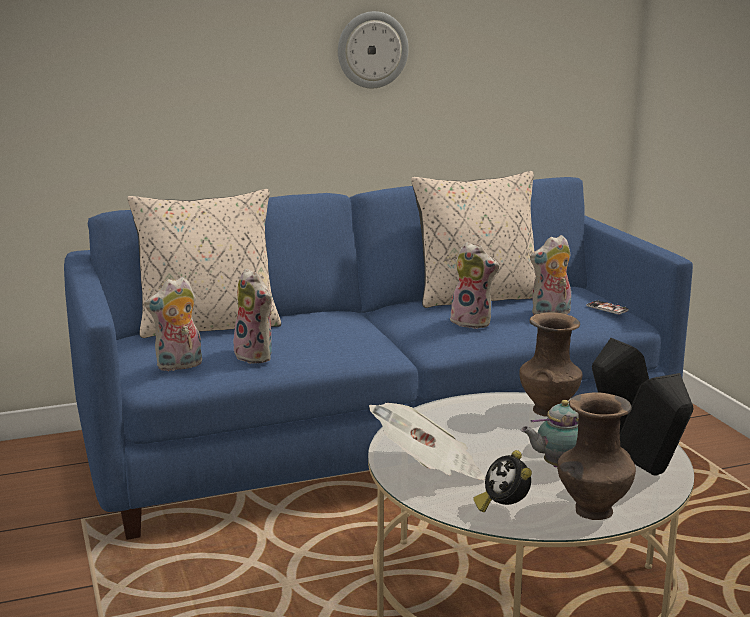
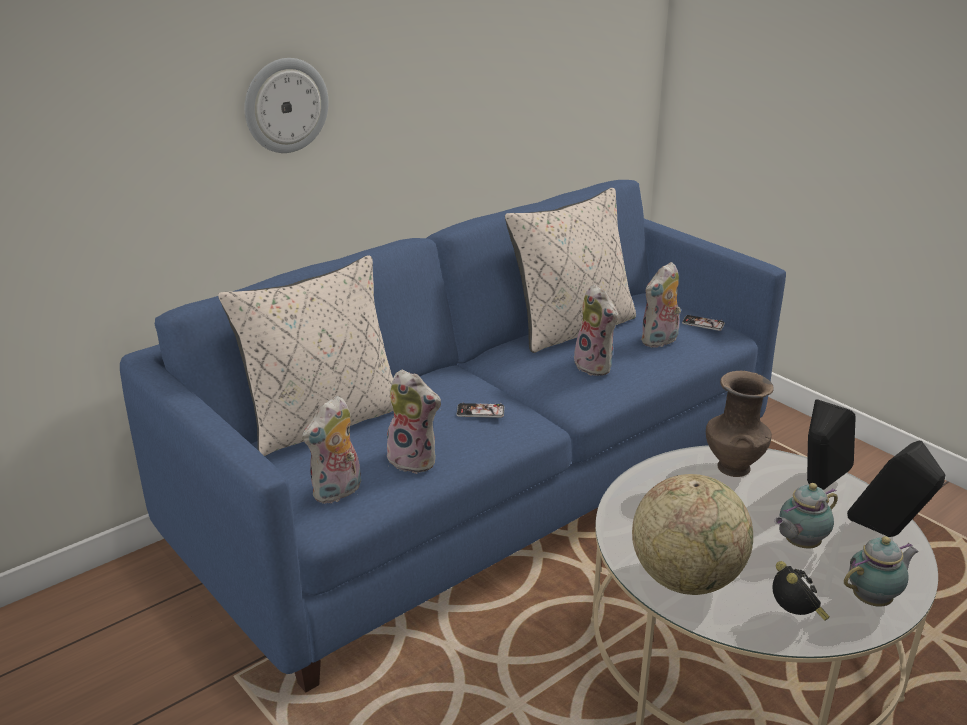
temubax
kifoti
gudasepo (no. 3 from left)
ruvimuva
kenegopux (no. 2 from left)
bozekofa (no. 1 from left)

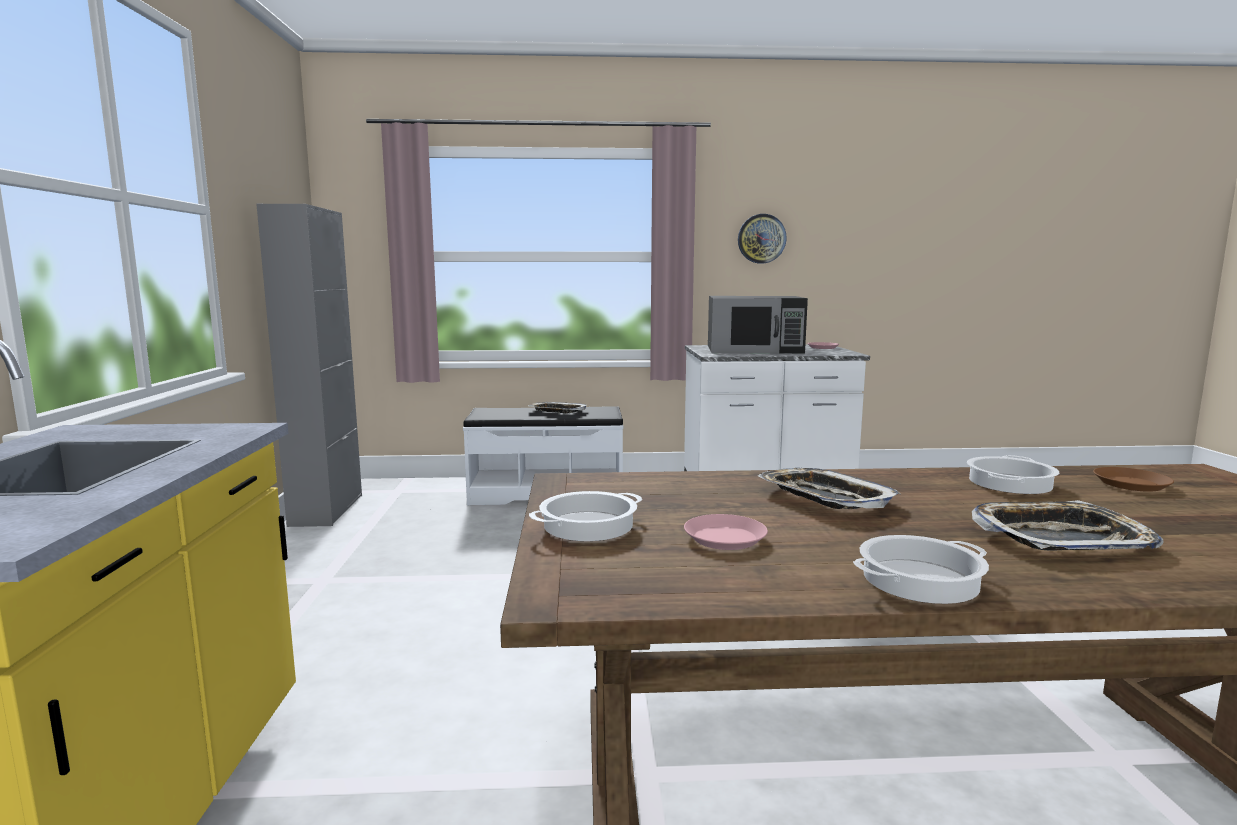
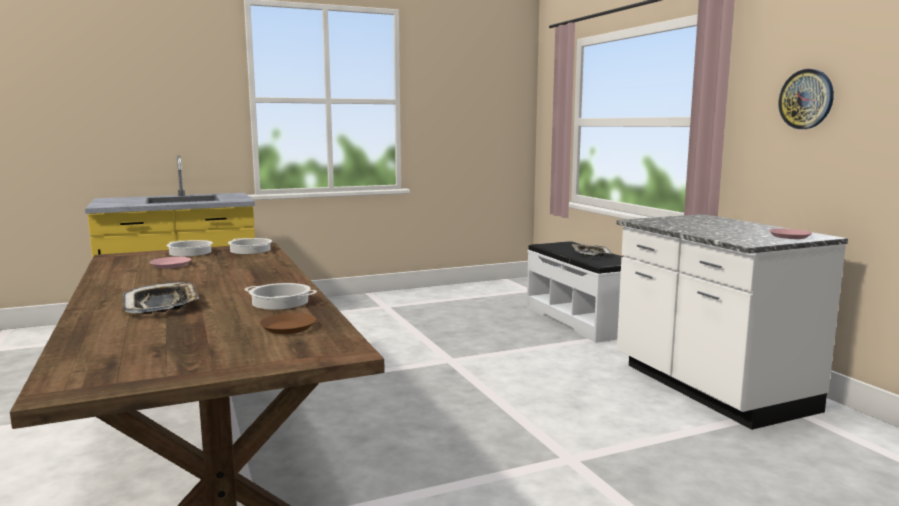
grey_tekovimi
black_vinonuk
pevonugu (no. 2 from left in the first image)
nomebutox (no. 2 from left)

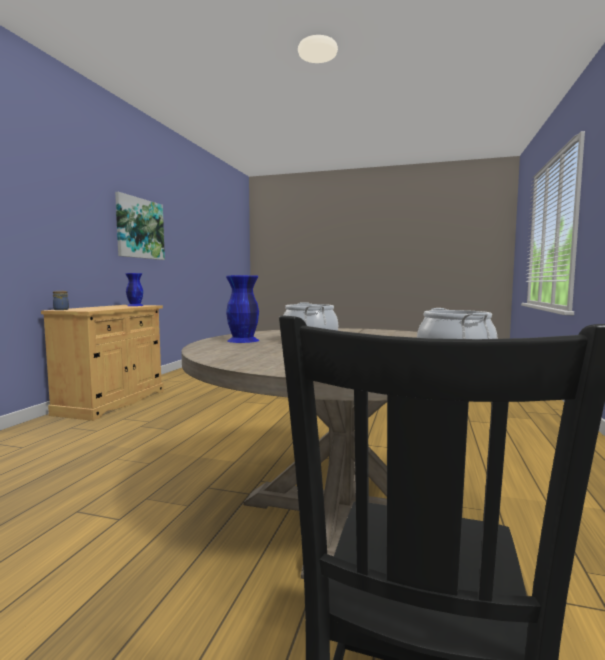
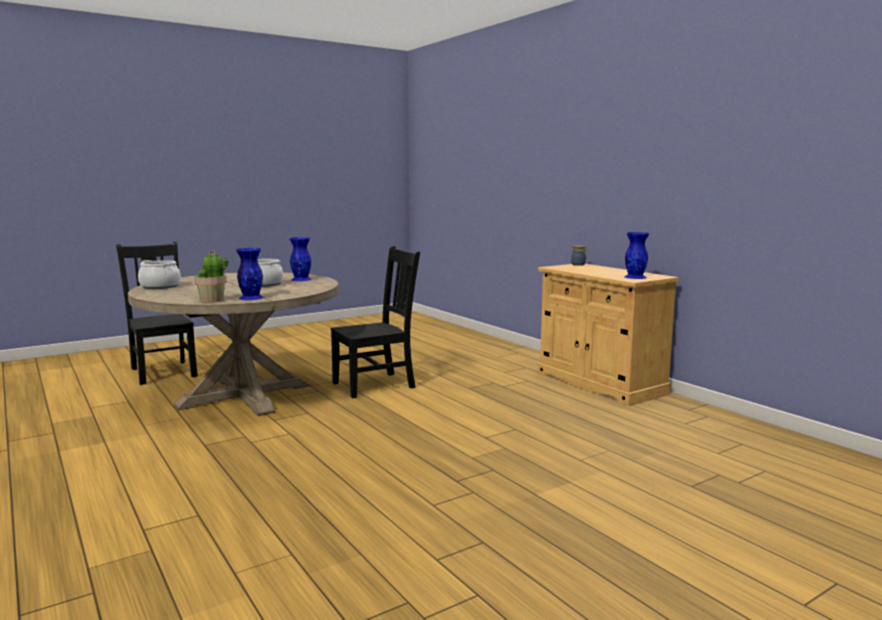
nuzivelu
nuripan
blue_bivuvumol (no. 1 from left)
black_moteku (no. 2 from left)

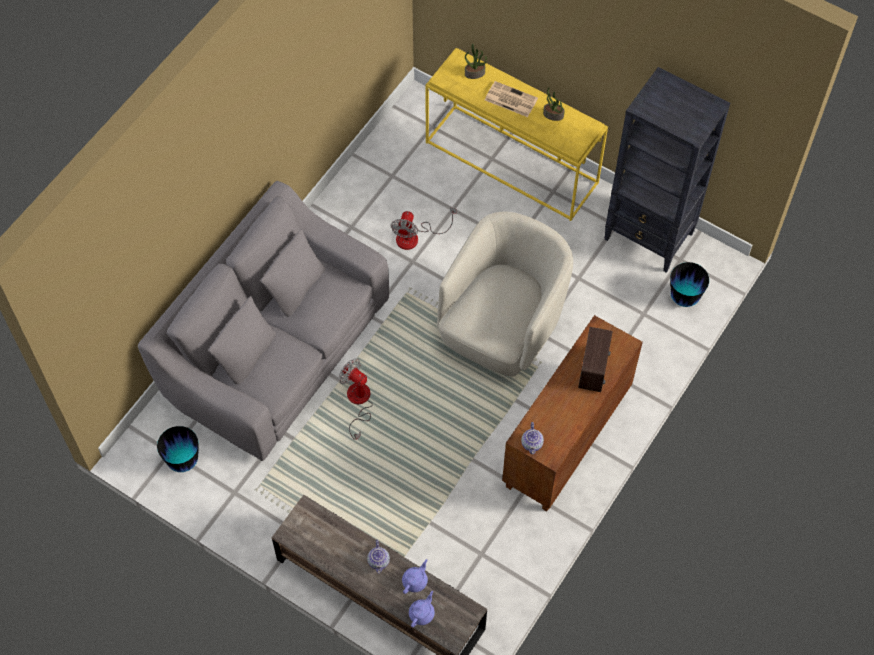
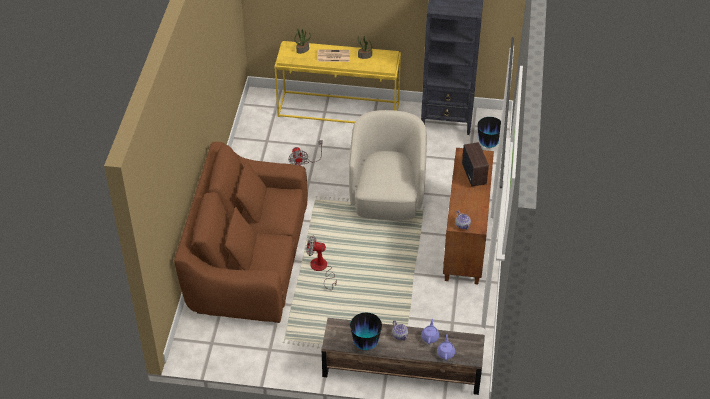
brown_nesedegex
bivuvumol (no. 1 from left)

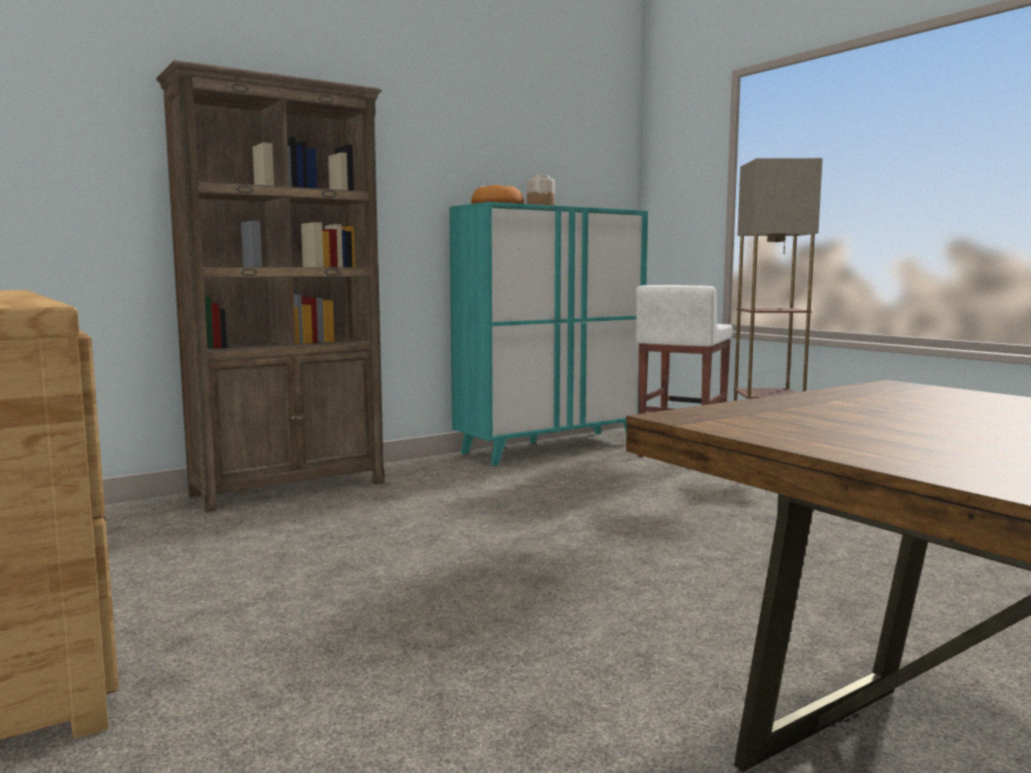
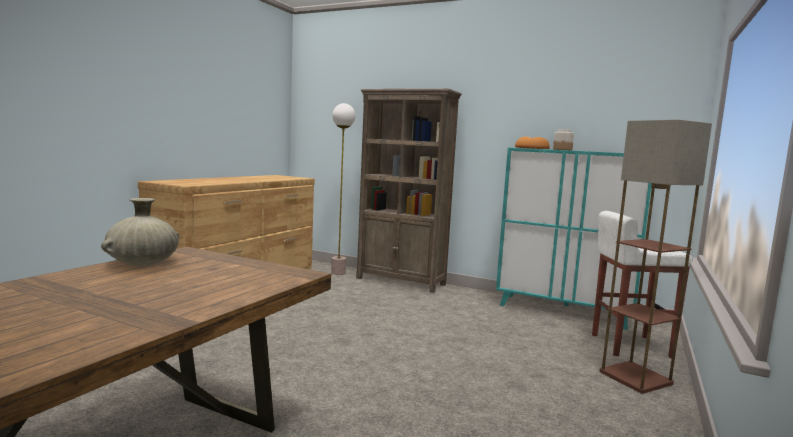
beige_bivuvumol
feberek (no. 1 from left)

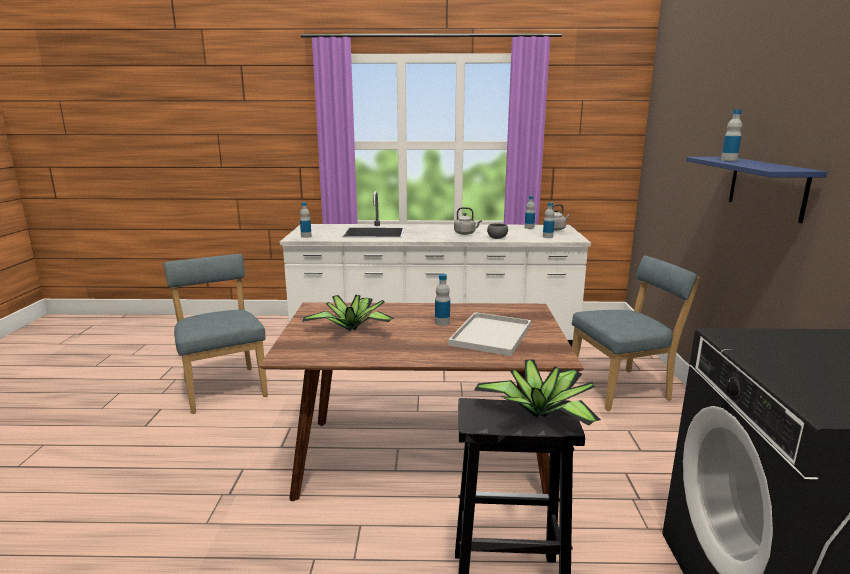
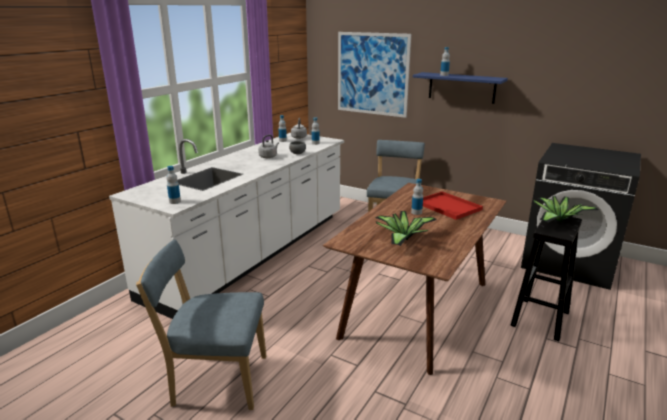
red_pevonugu
nuzivelu

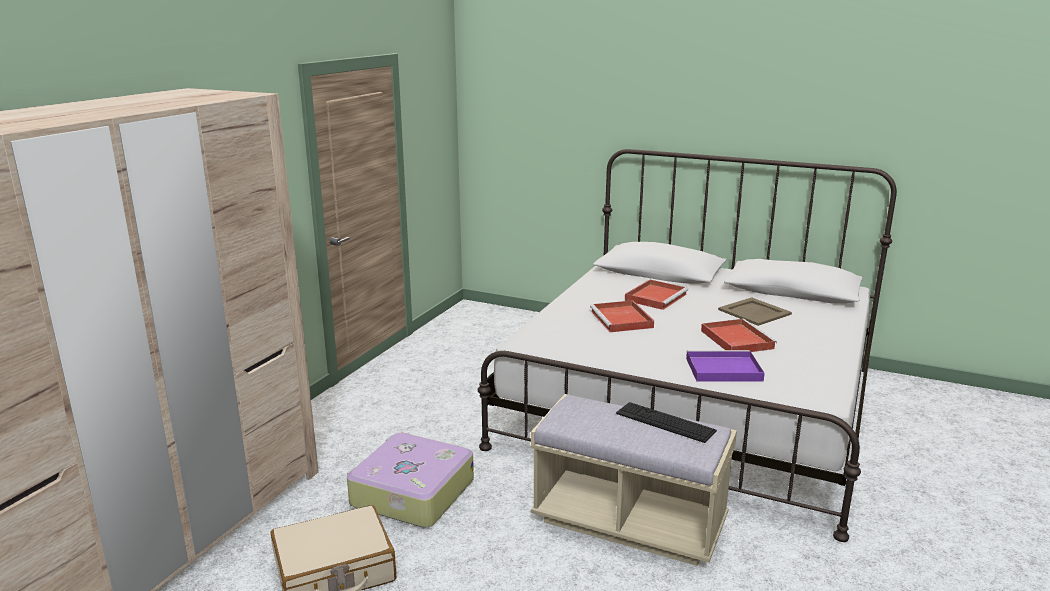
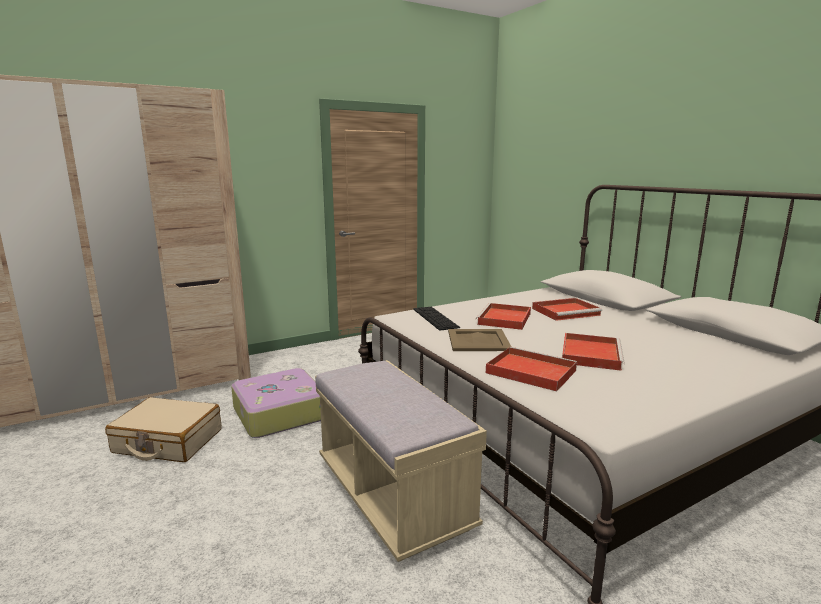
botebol
red_pevonugu (no. 2 from left)
beige_pevonugu

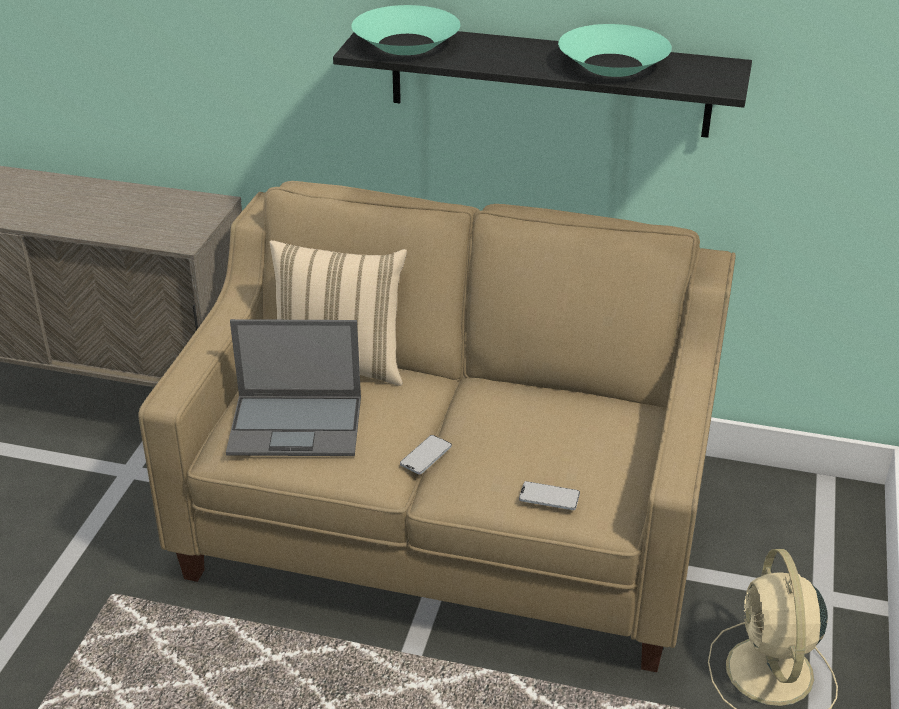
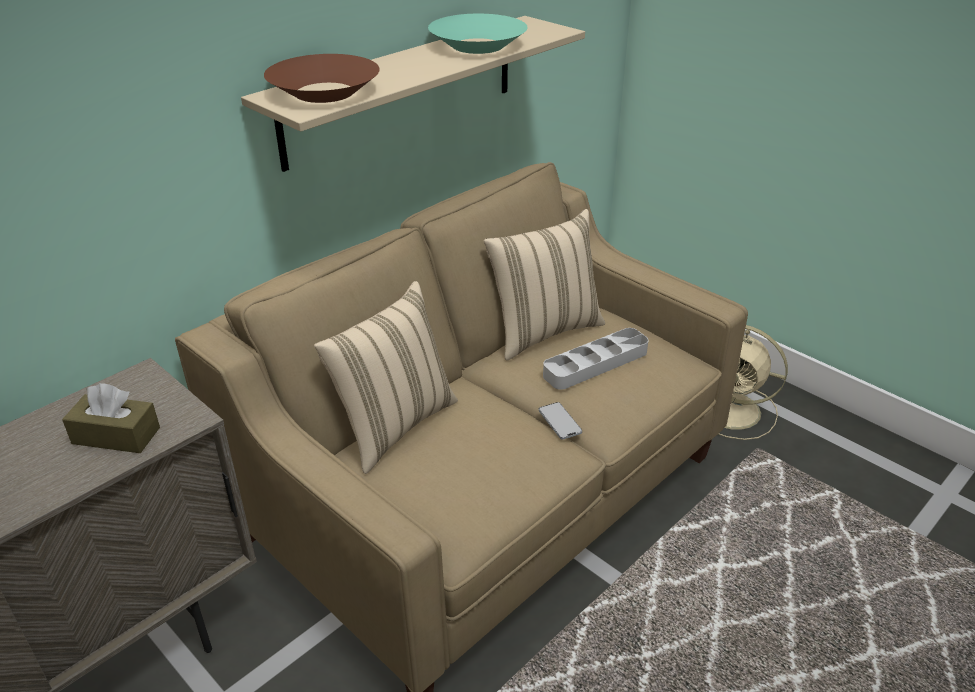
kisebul
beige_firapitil
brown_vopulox
bozekofa (no. 2 from left in the first image)
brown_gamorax
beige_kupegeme (no. 2 from left)
grey_pevonugu

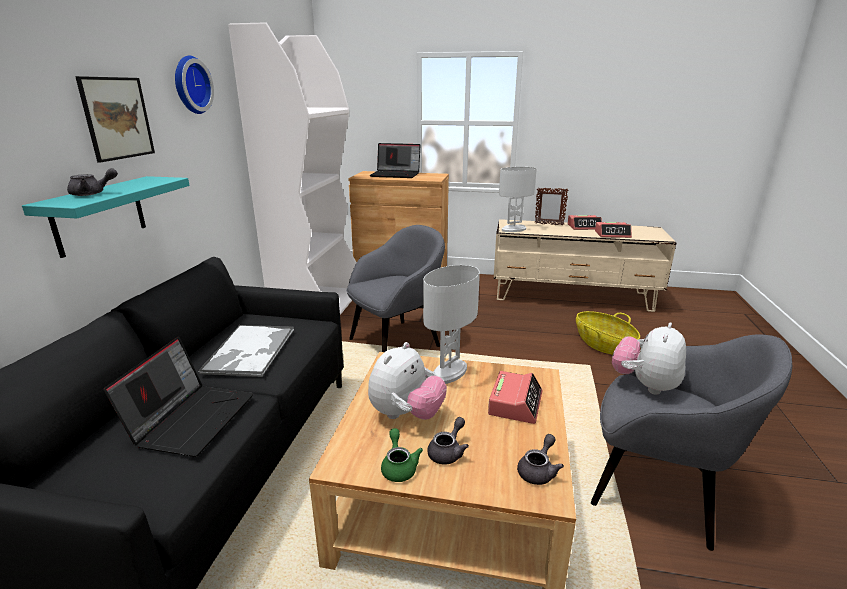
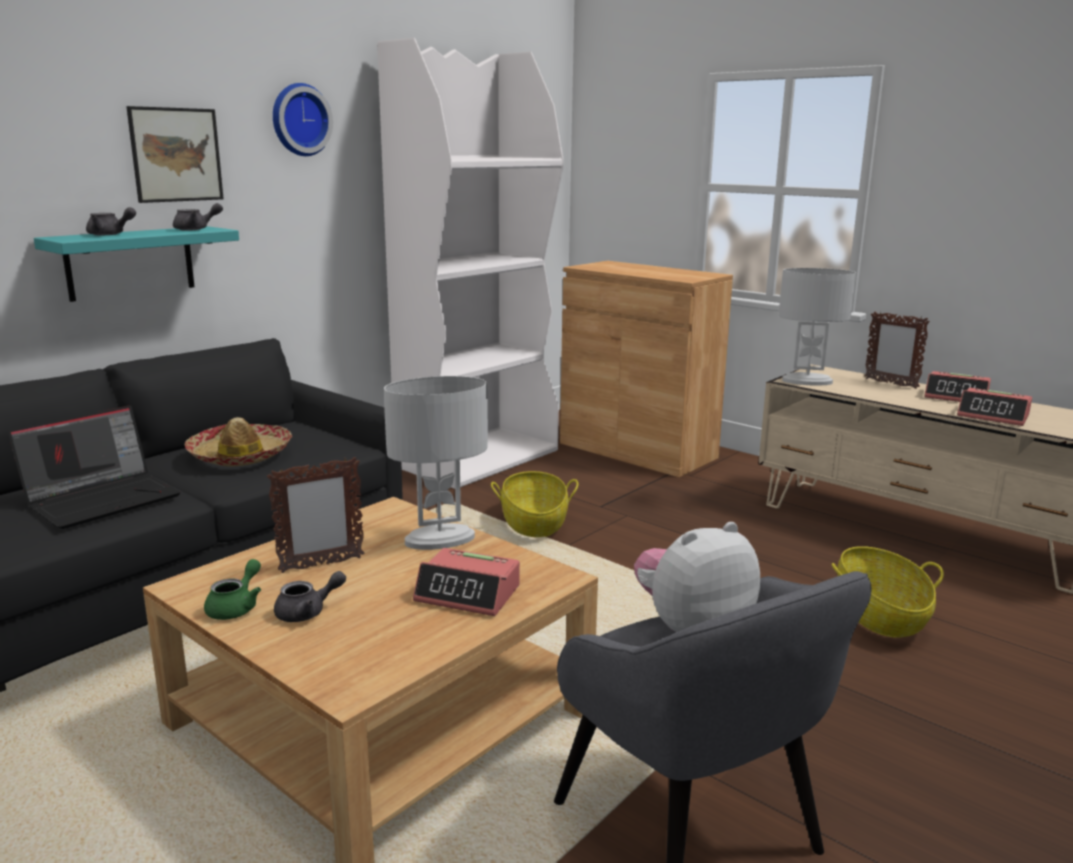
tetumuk
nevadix (no. 1 from left)
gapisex (no. 1 from left)
kisebul (no. 2 from left in the first image)
ruvimuva (no. 1 from left)
grey_kenegopux (no. 2 from left)

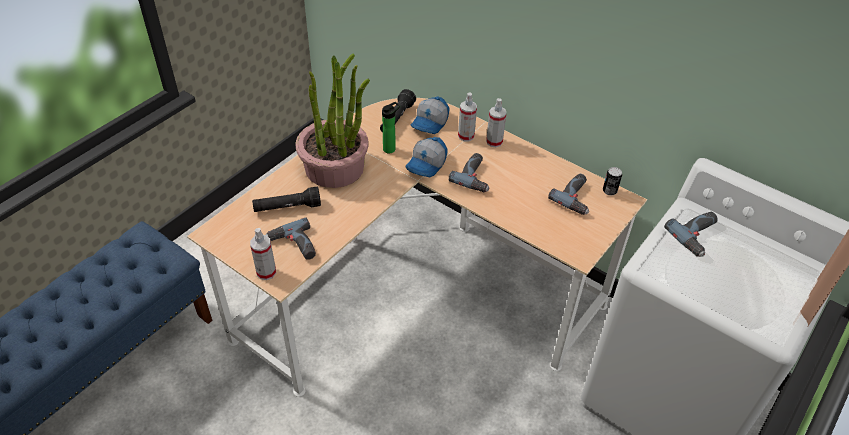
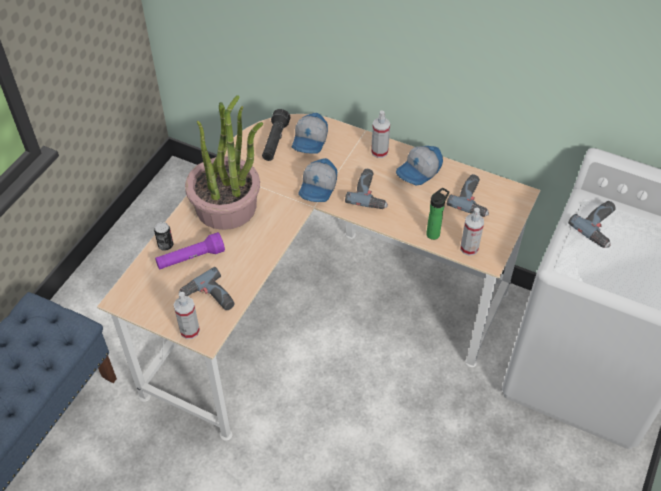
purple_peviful
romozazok
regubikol (no. 3 from left)
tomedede
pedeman (no. 3 from left)

